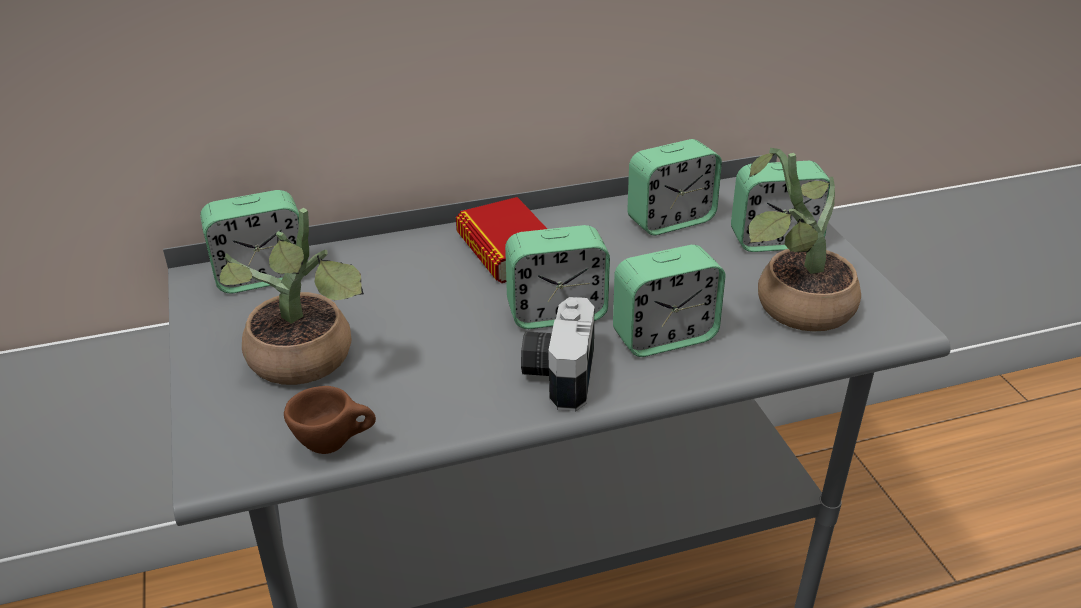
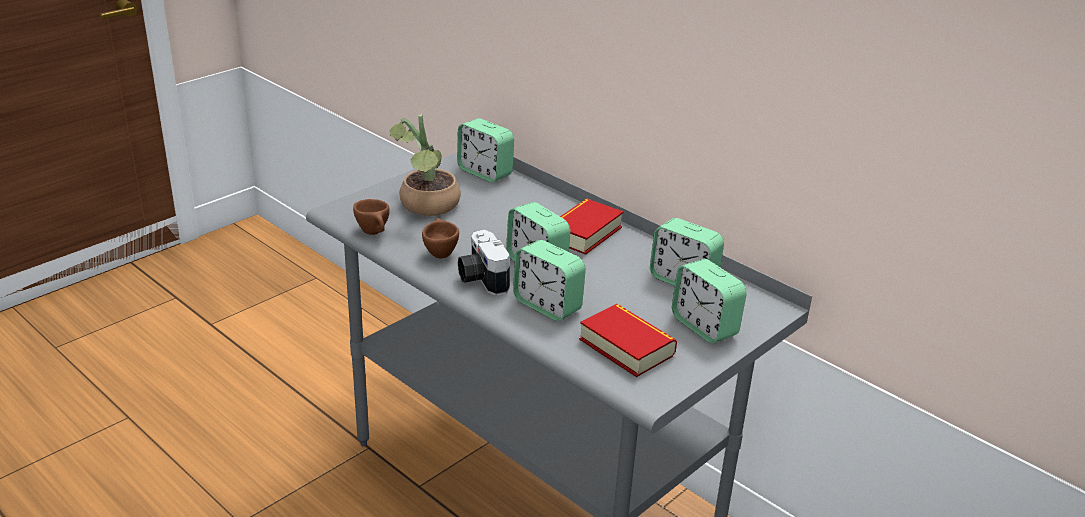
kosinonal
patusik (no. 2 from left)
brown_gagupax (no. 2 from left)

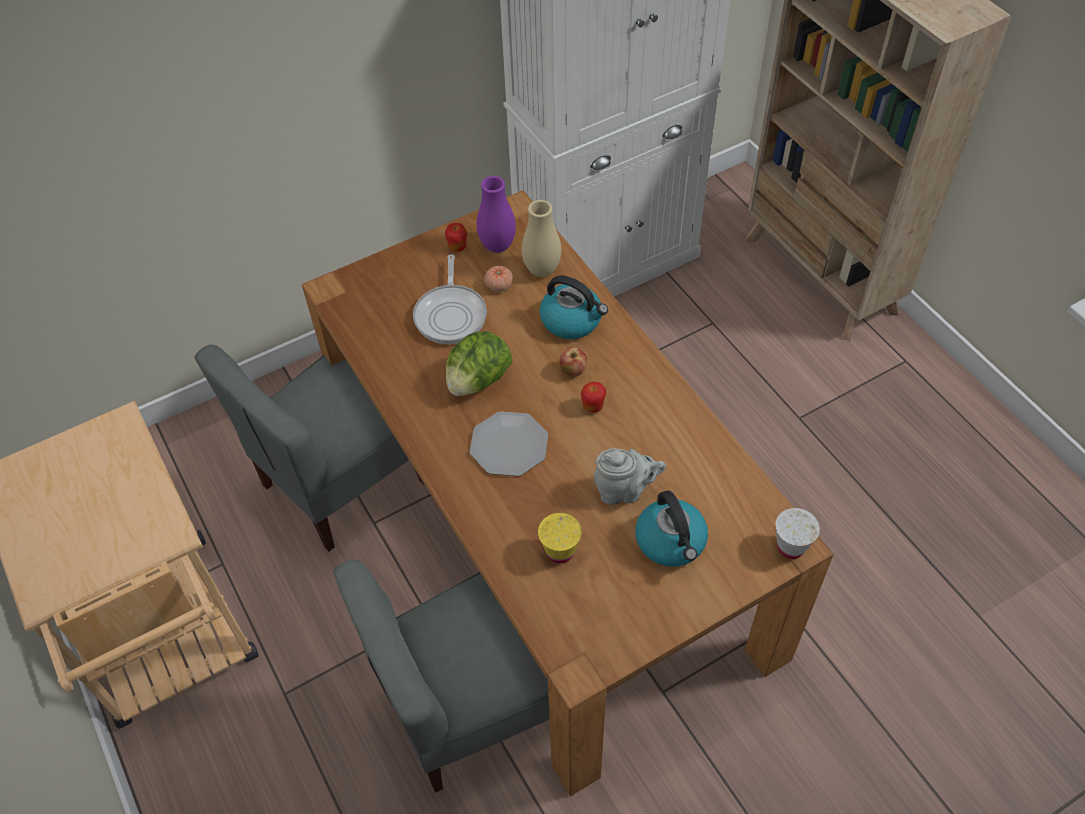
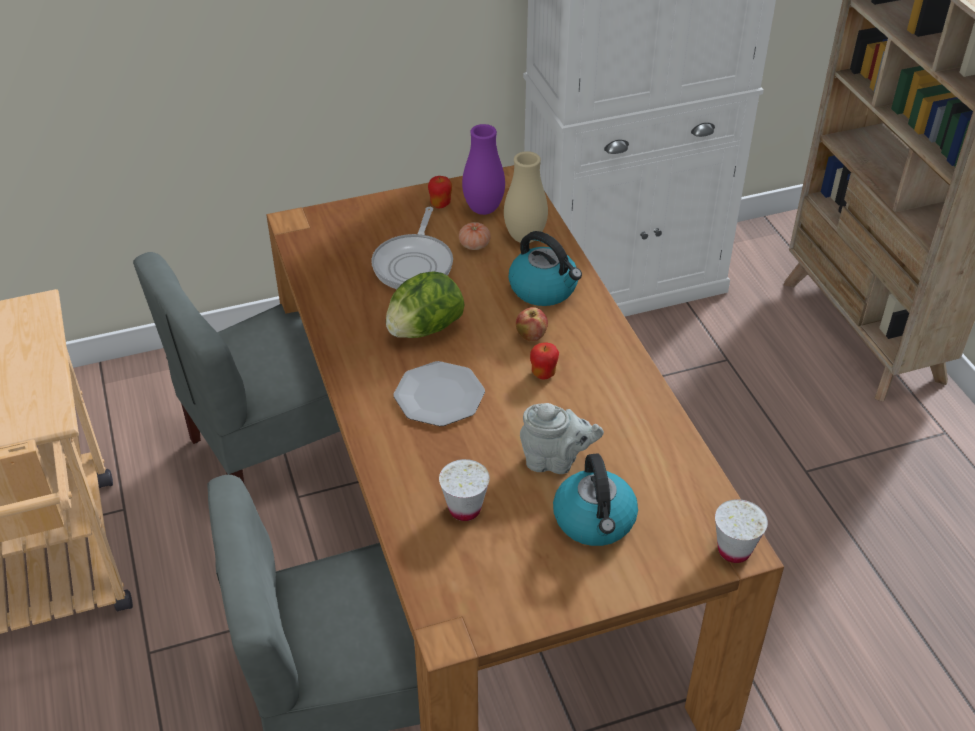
white_gagupax (no. 1 from left)

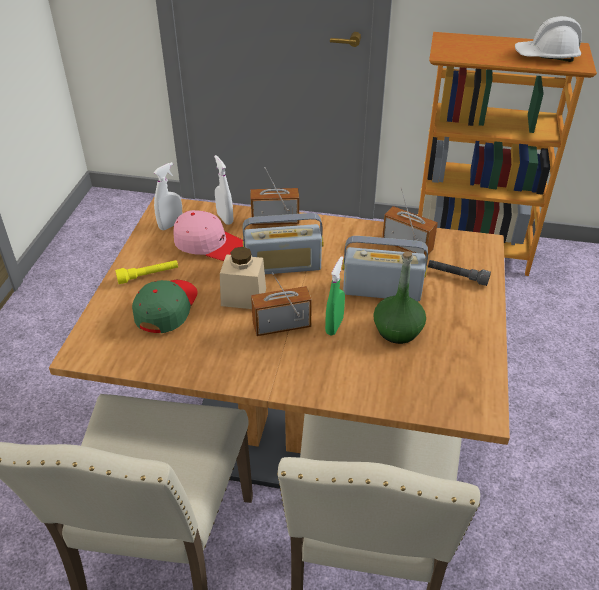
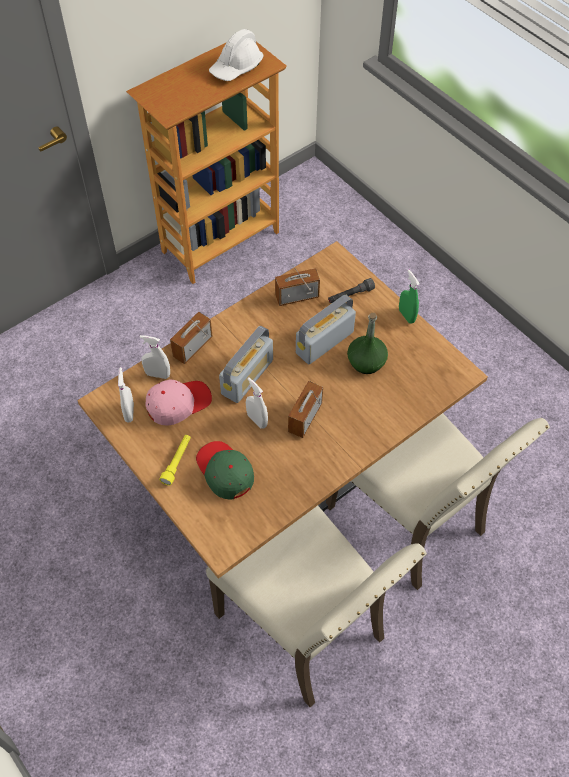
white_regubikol (no. 3 from left)
green_regubikol

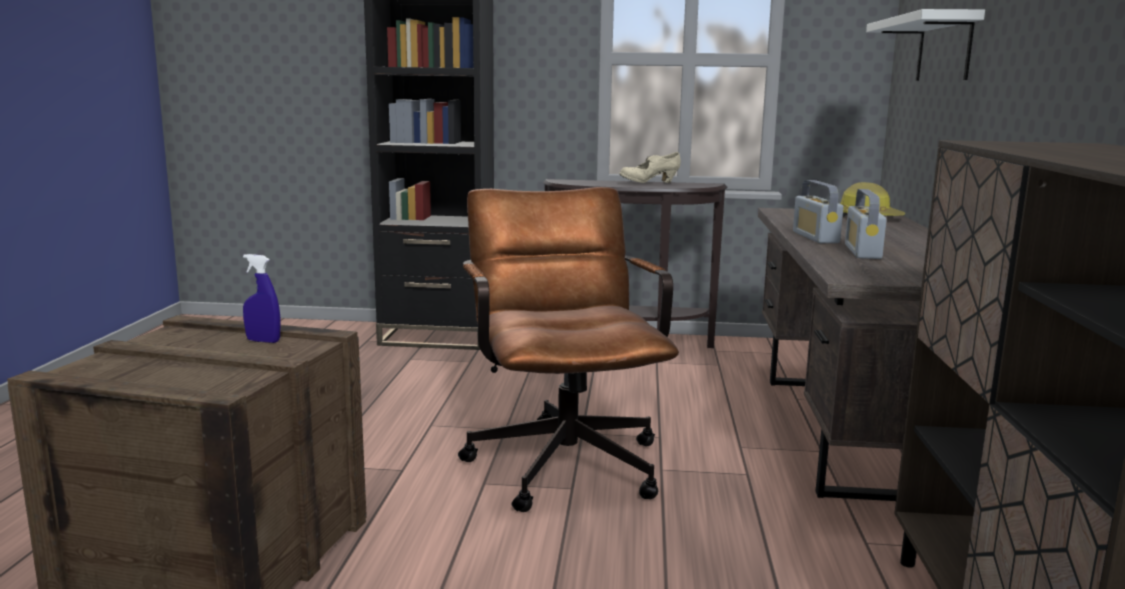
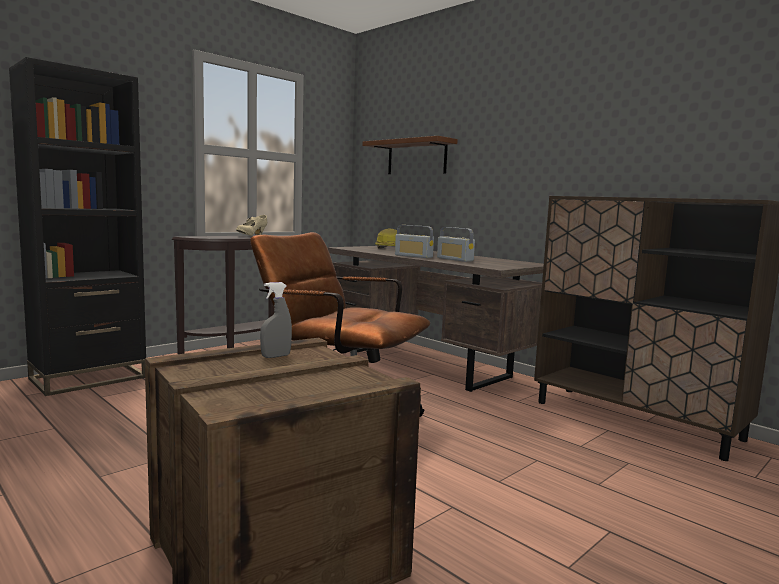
grey_regubikol
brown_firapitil

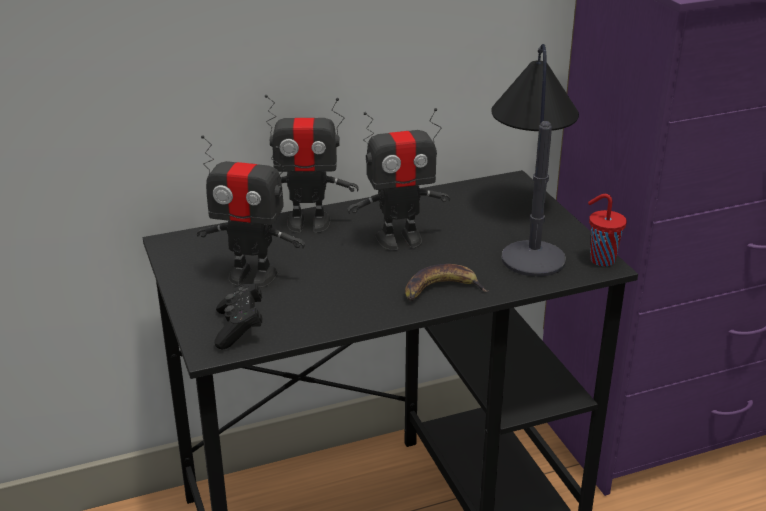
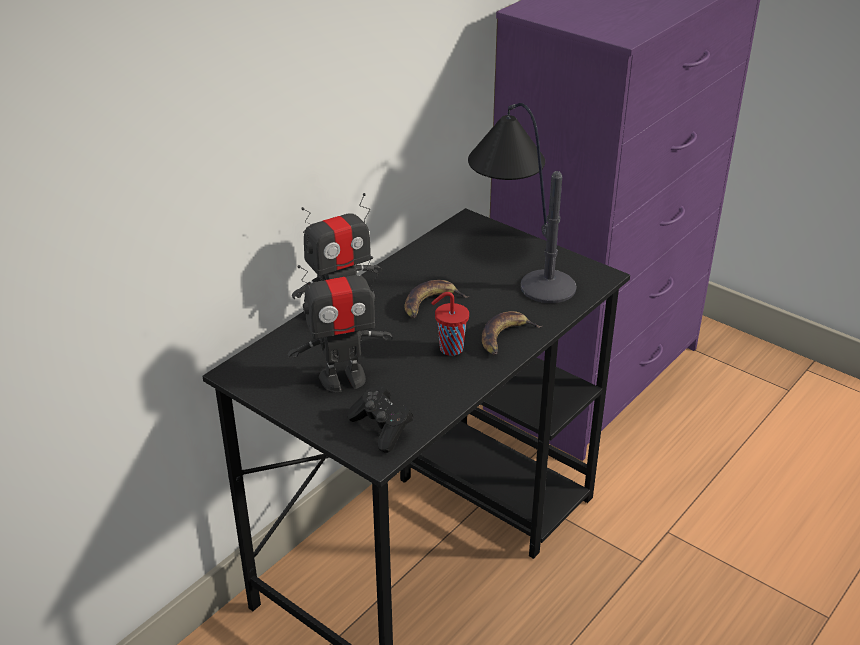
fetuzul (no. 1 from left)
red_gagupax

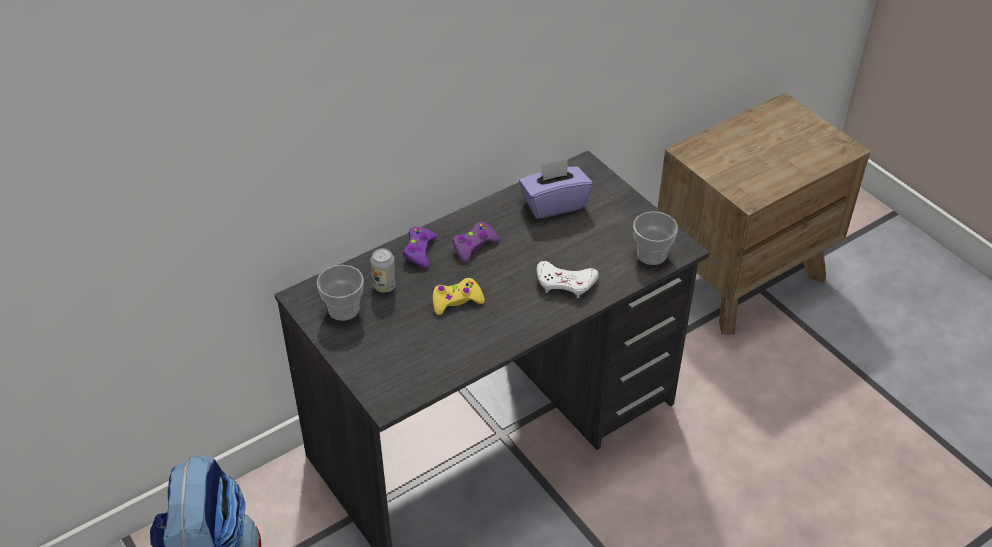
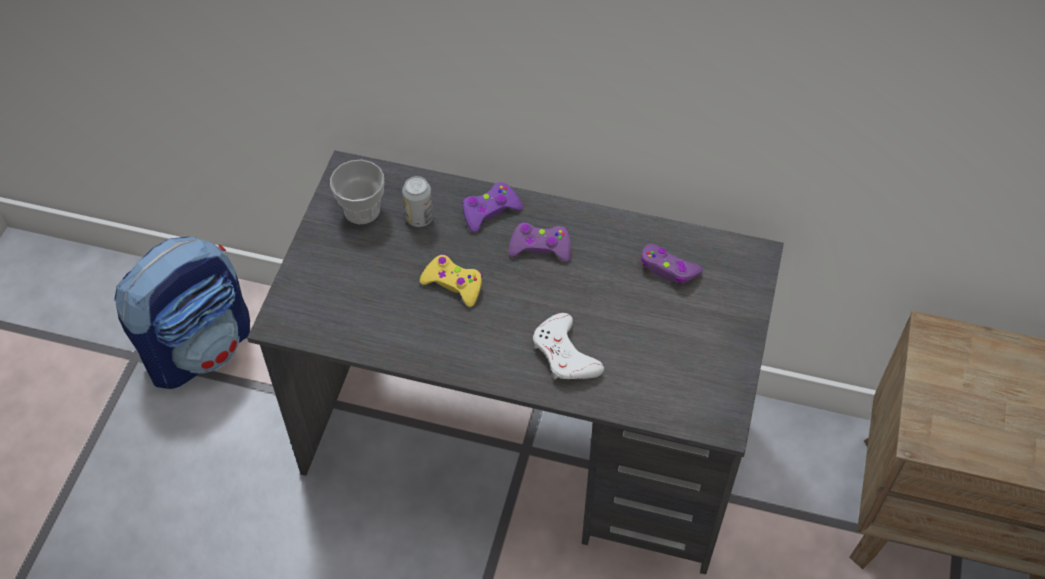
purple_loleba (no. 3 from left)
gagupax (no. 2 from left in the first image)

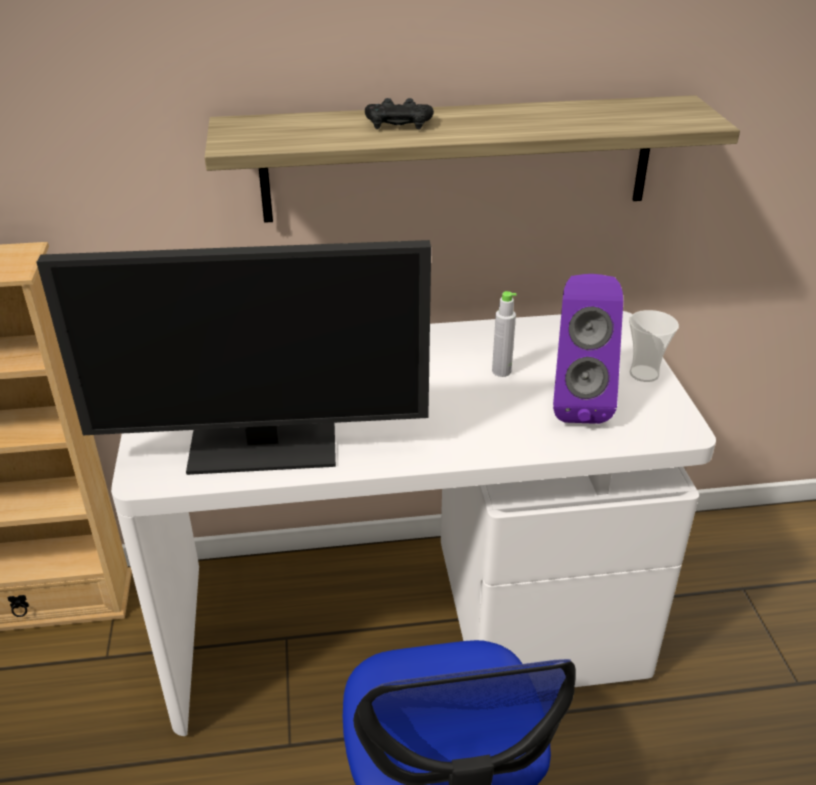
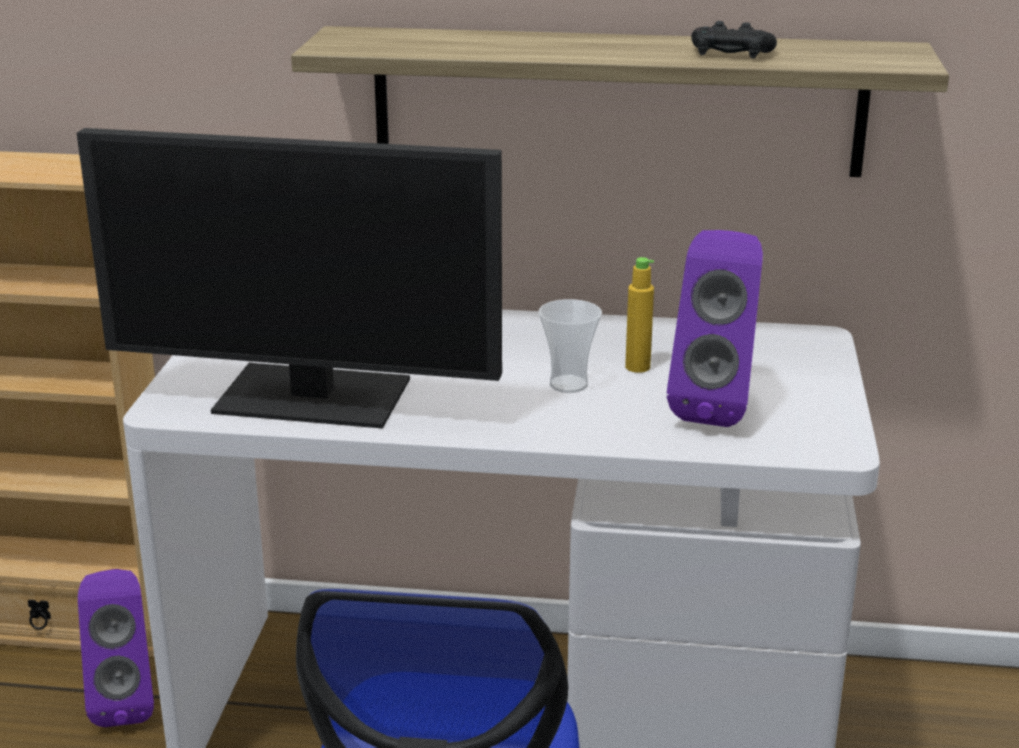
black_loleba
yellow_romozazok
gagupax
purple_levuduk (no. 1 from left)

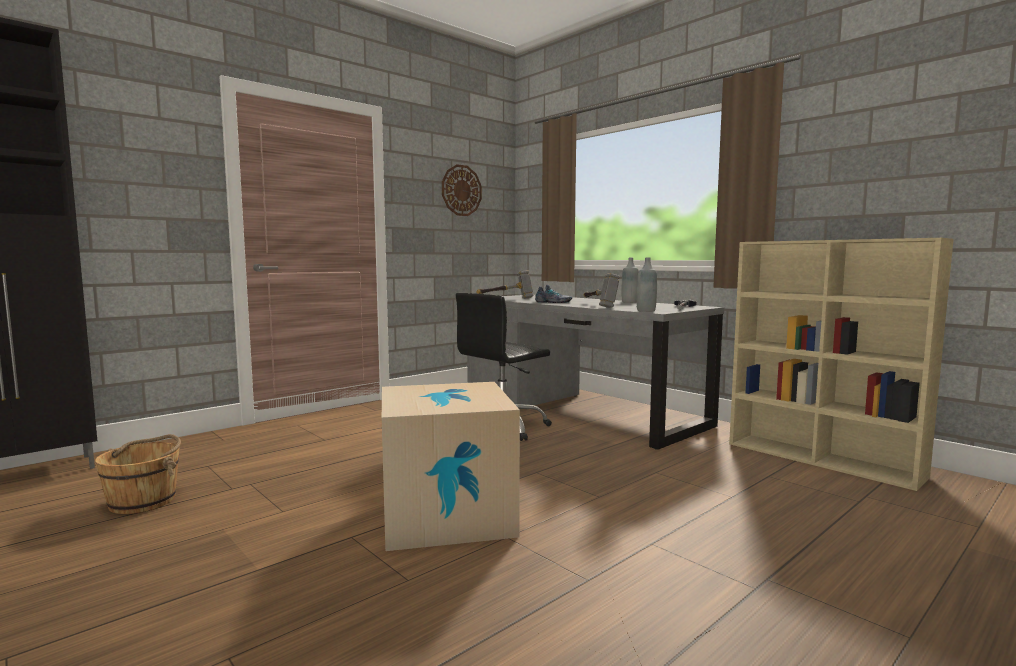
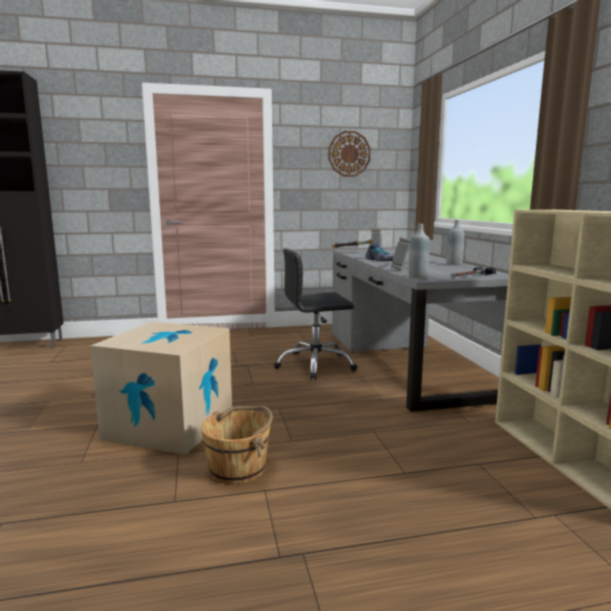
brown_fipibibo

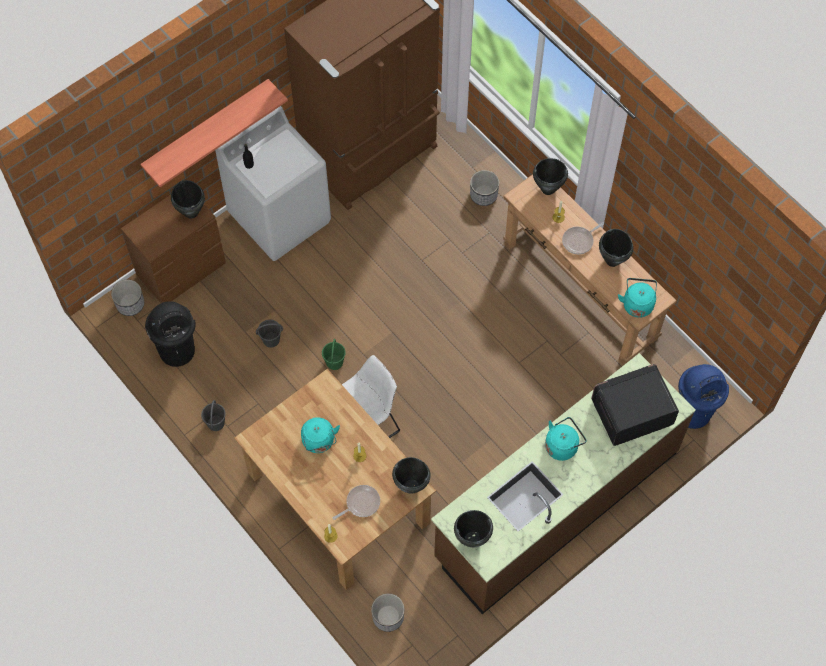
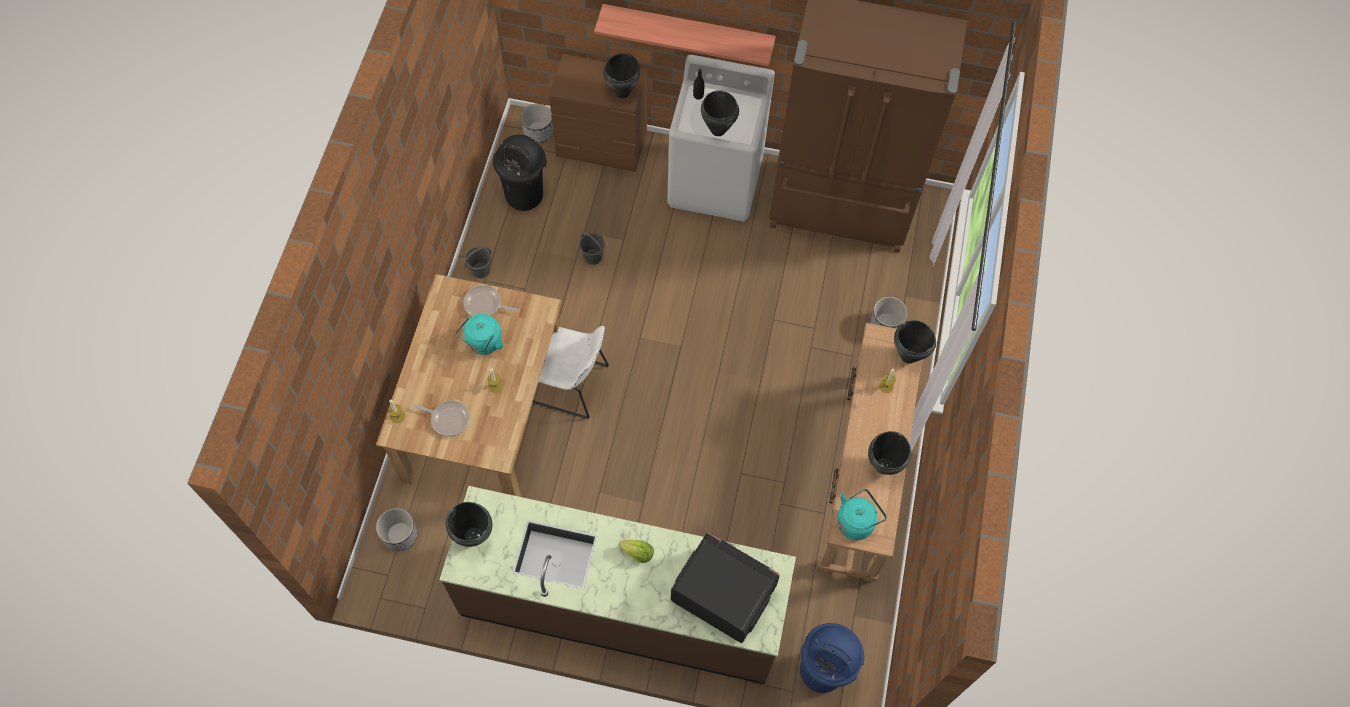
green_fipibibo
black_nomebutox (no. 3 from left)
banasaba
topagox (no. 2 from left)

